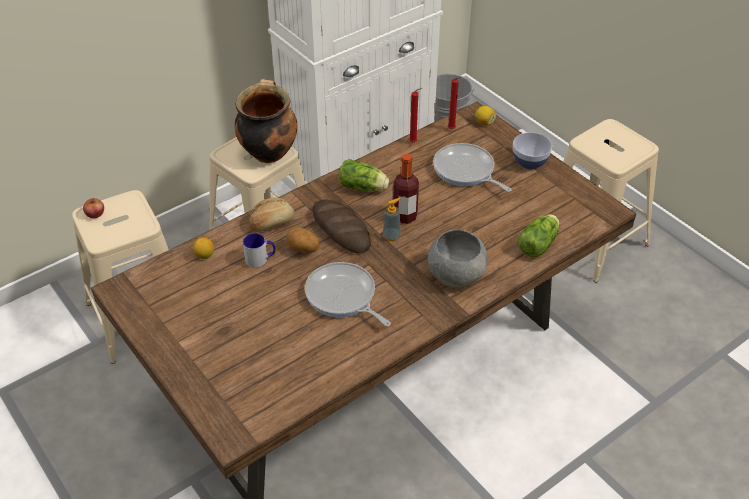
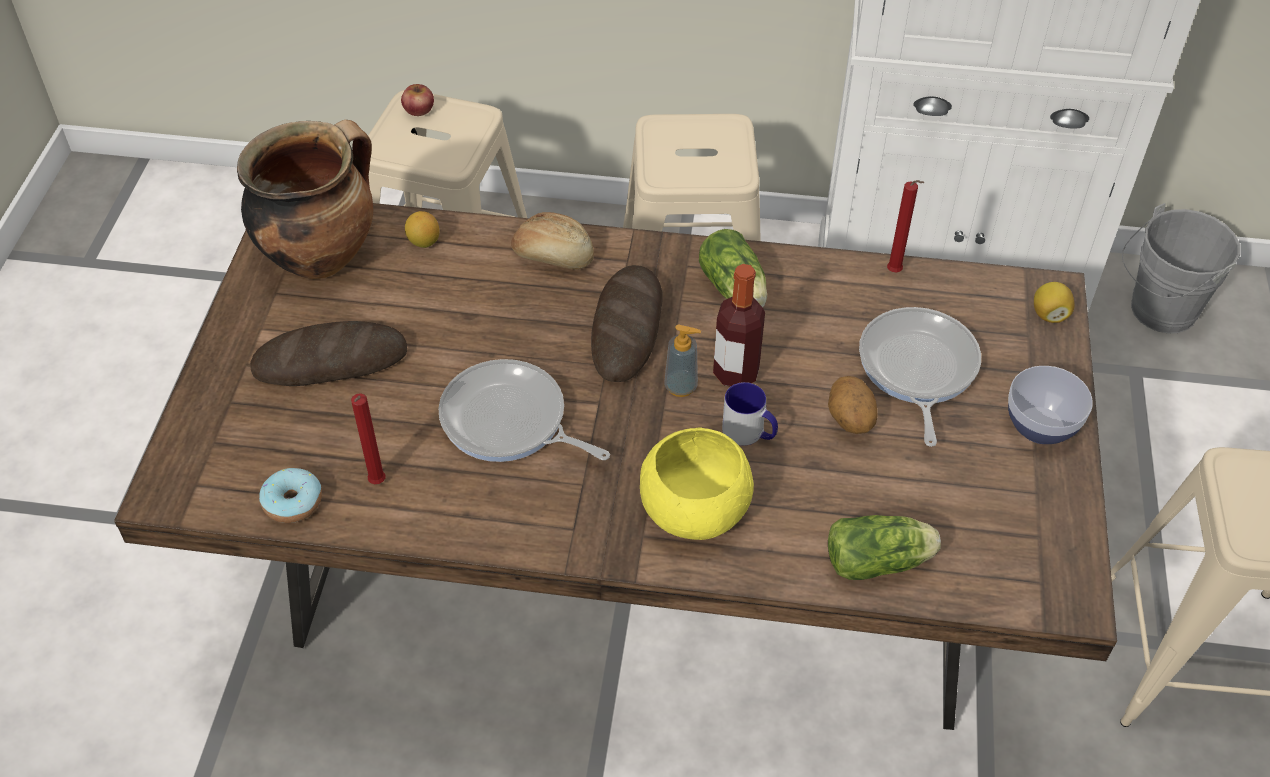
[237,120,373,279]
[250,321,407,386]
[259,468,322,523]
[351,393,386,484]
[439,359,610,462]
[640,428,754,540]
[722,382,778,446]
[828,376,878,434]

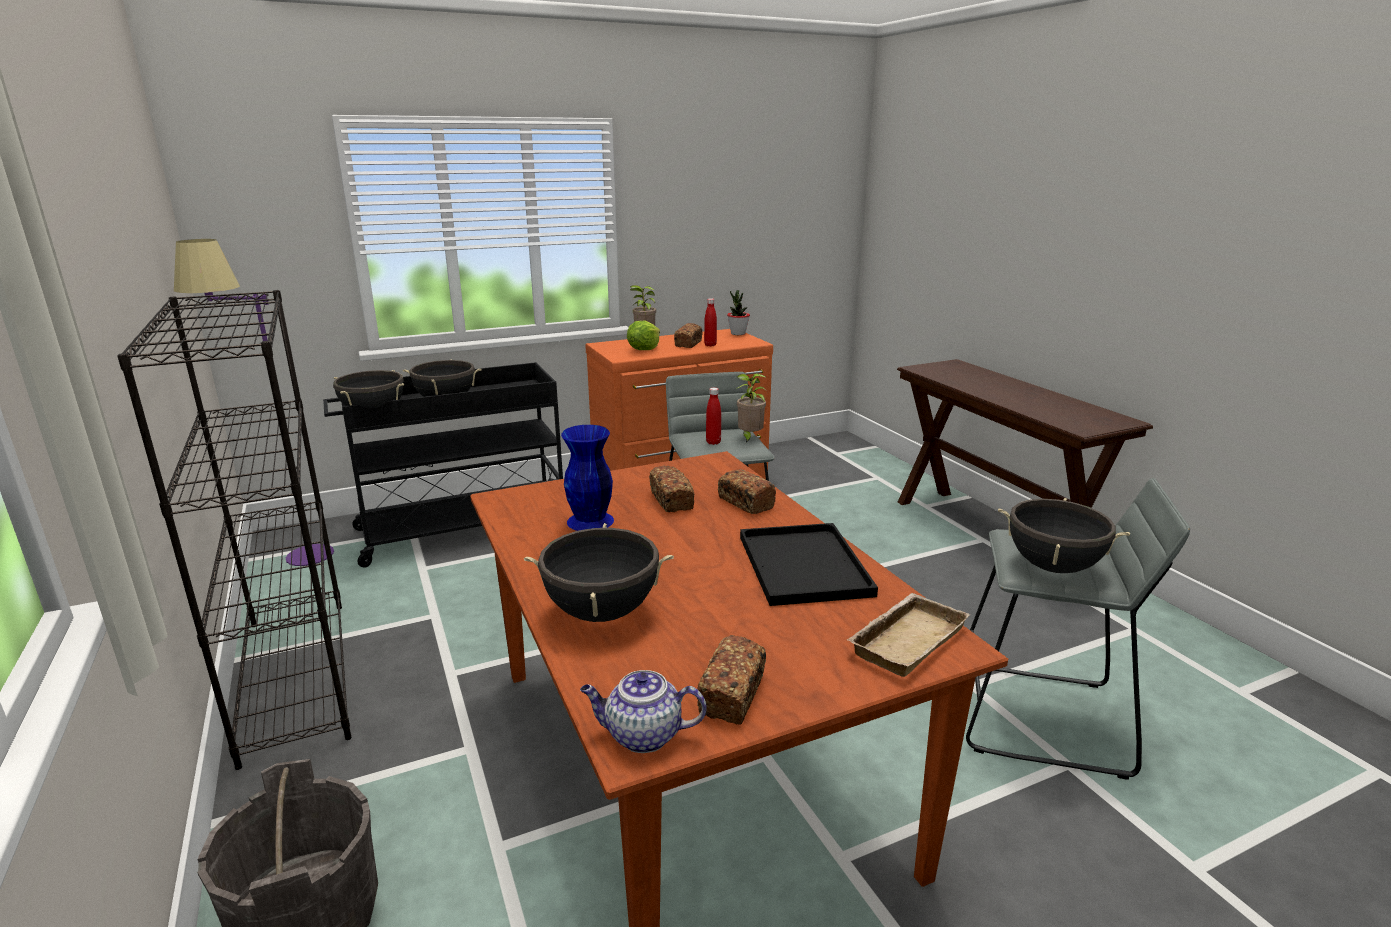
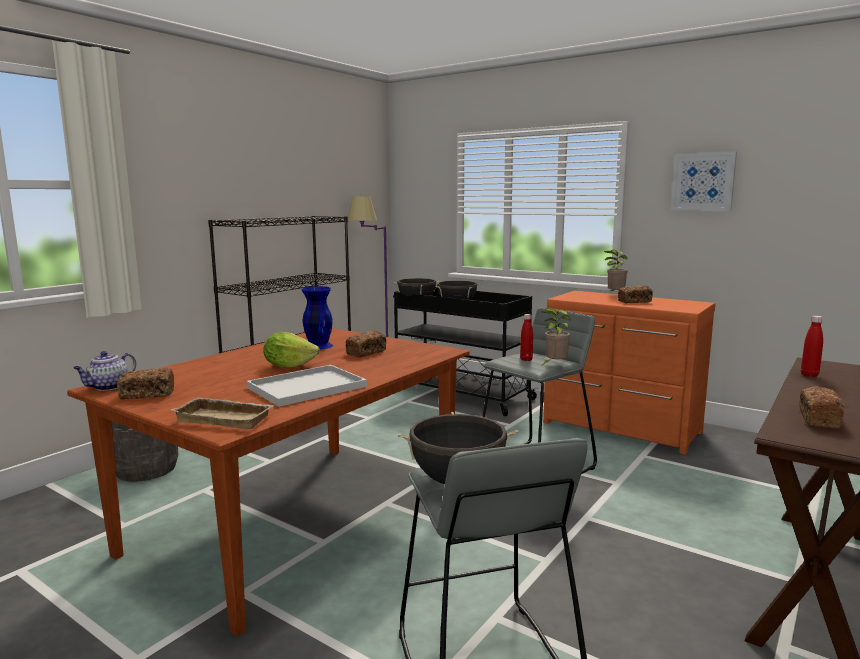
[73,351,136,391]
[247,365,367,407]
[263,332,320,368]
[671,151,737,211]
[799,386,845,429]
[801,316,823,377]
[524,523,674,622] (first image)
[727,290,750,335] (first image)

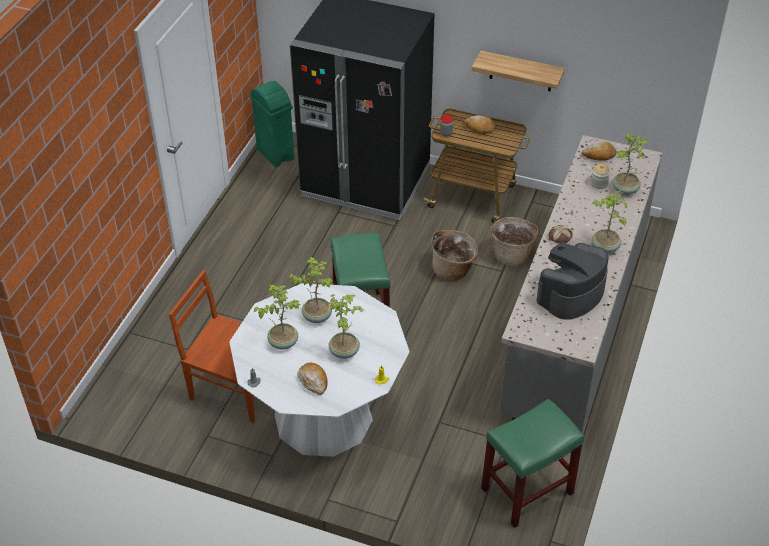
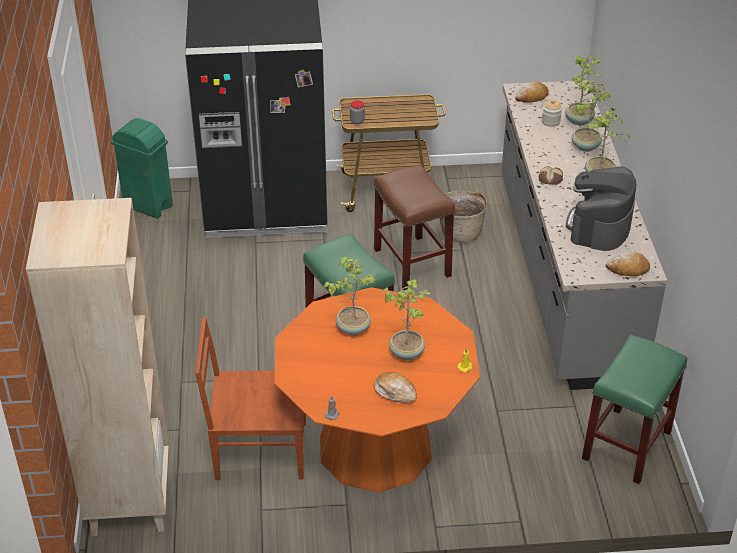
[26,198,169,536]
[275,287,480,492]
[374,165,455,290]
[572,81,610,152]
[606,252,650,276]
[472,51,565,91] (first image)

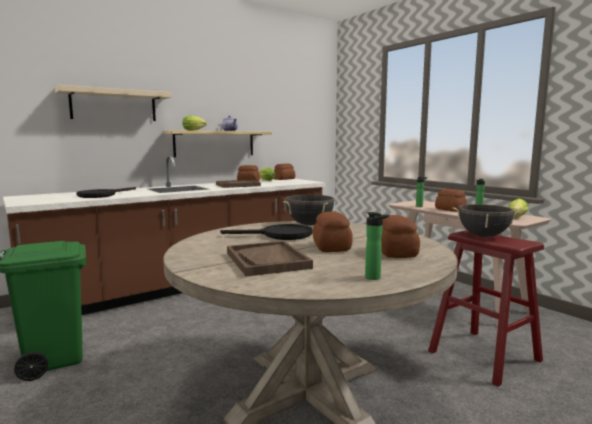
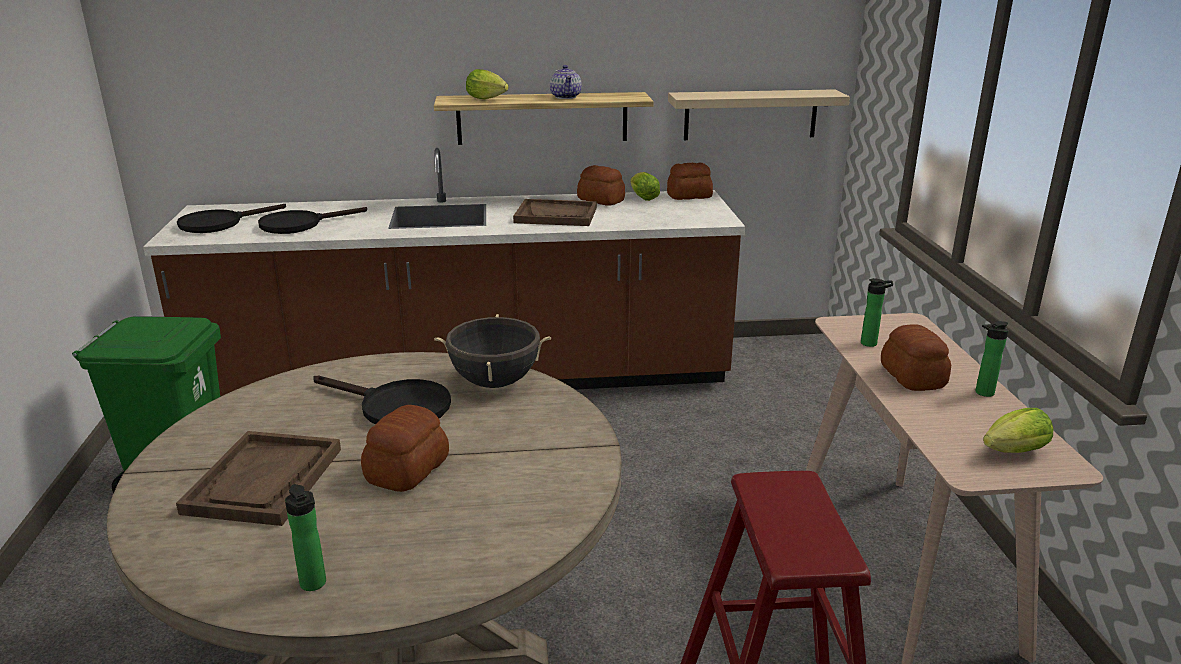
[177,204,286,233]
[668,89,850,140]
[381,215,420,258] (first image)
[452,204,522,237] (first image)

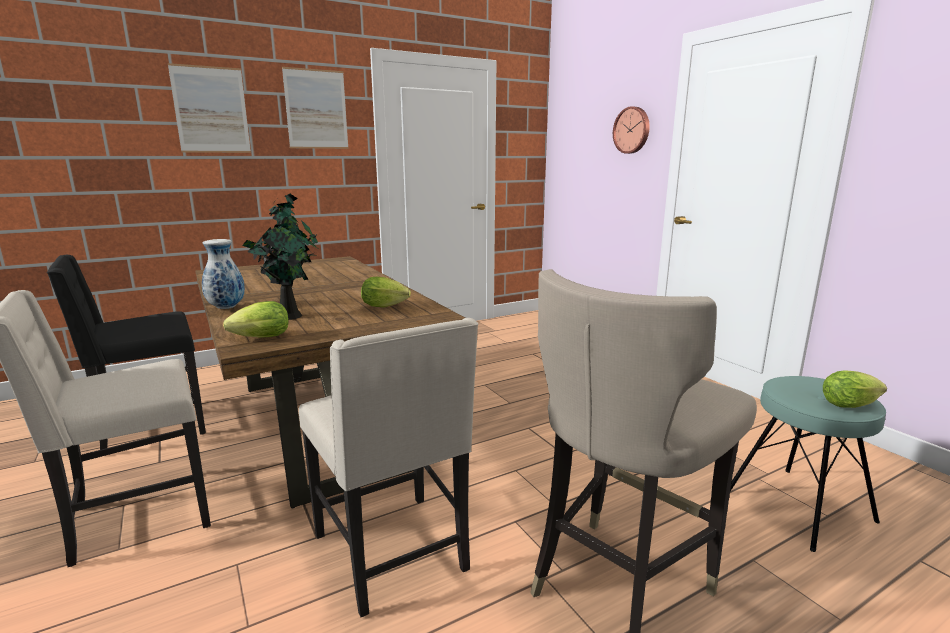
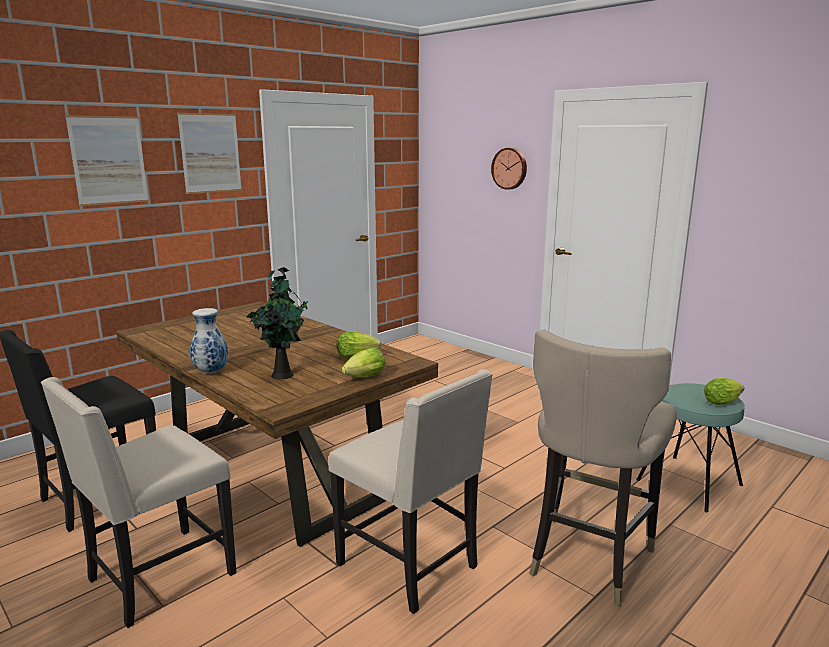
[342,347,386,377]

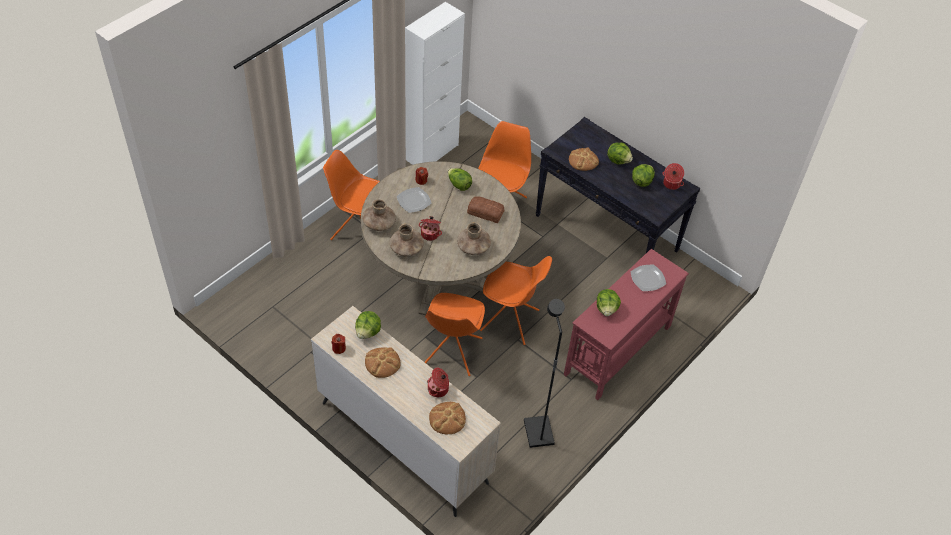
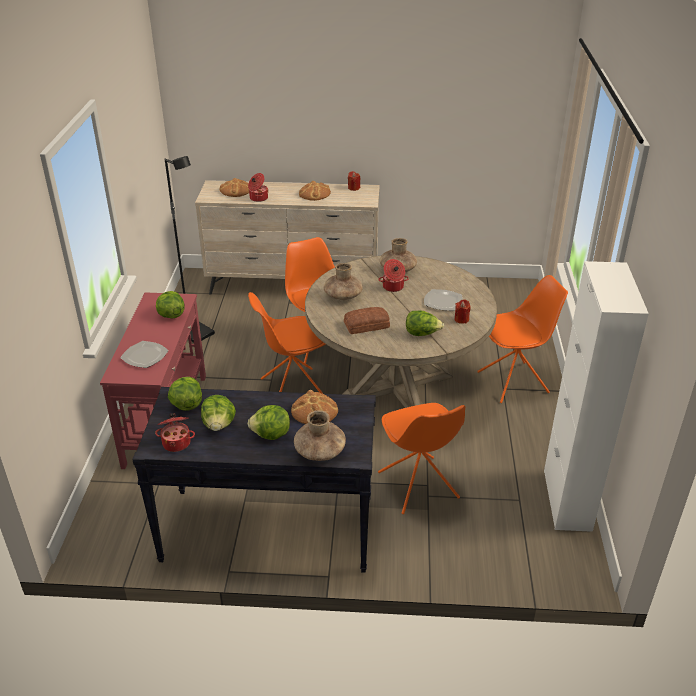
[168,377,202,411]
[294,410,346,461]

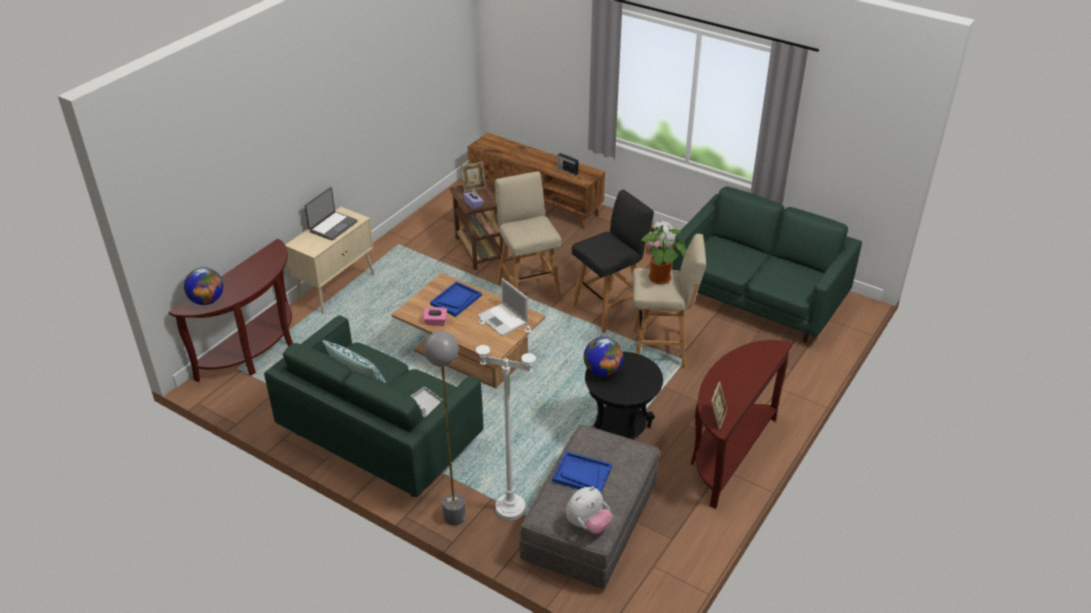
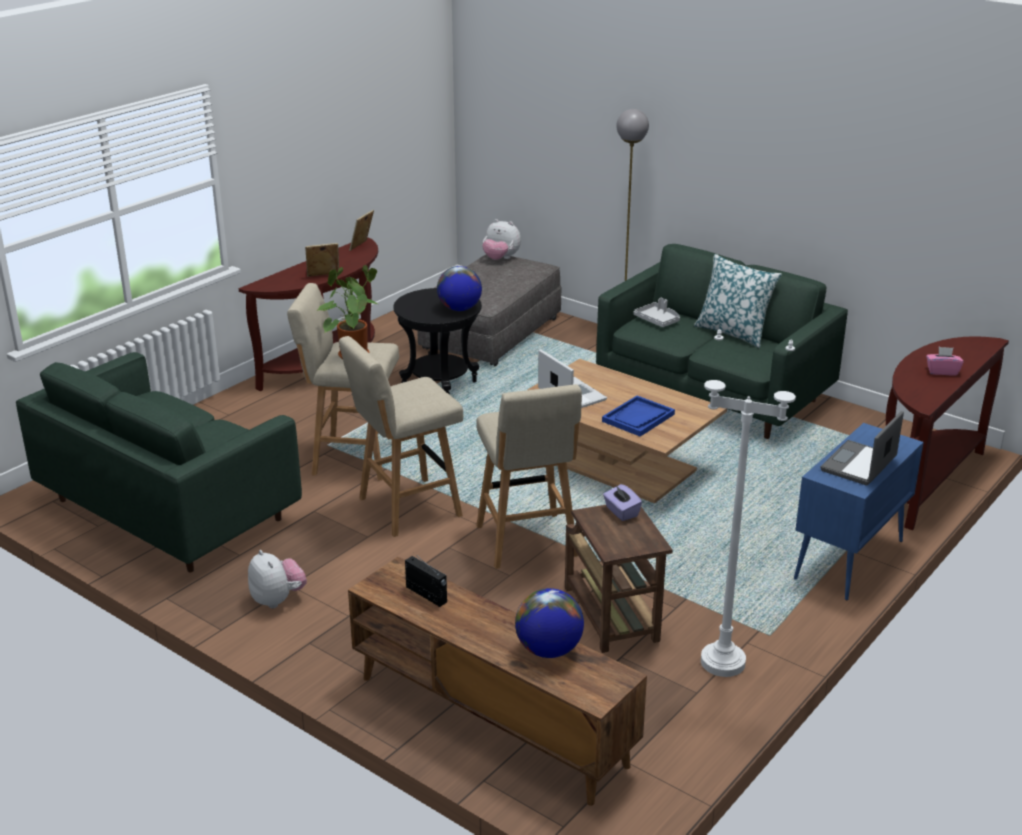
[305,243,339,277]
[339,336,463,537]
[482,219,521,260]
[515,588,584,658]
[701,329,796,677]
[794,423,924,600]
[926,347,964,376]
[552,451,612,493] (first image)

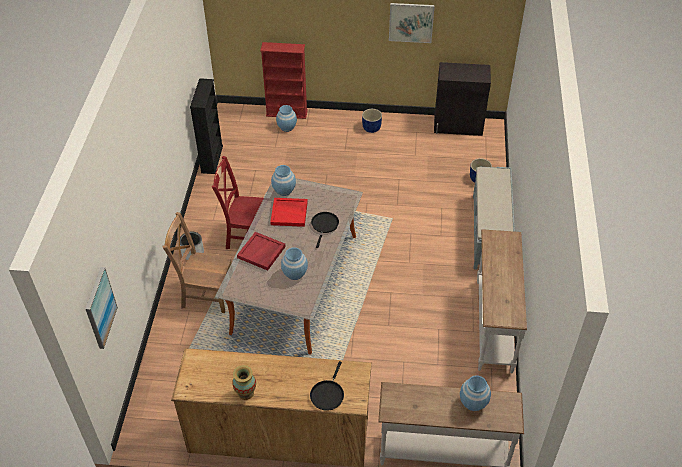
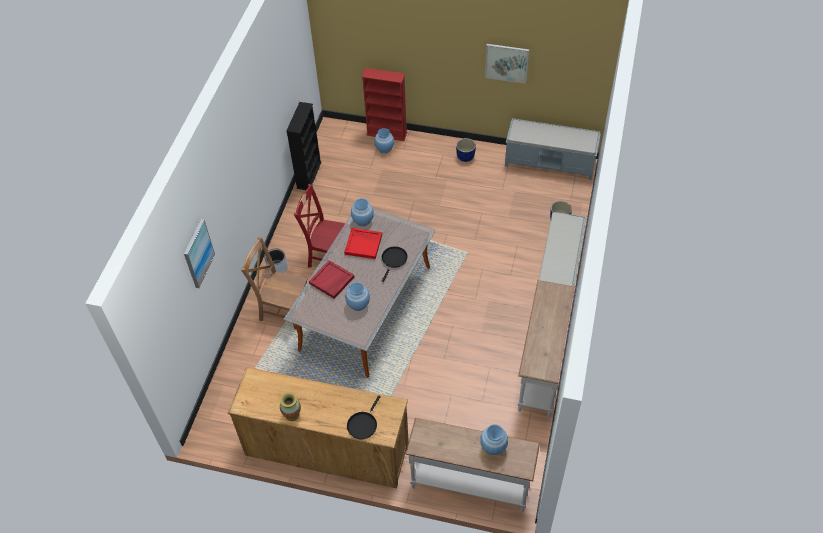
[184,219,215,288]
[505,118,601,180]

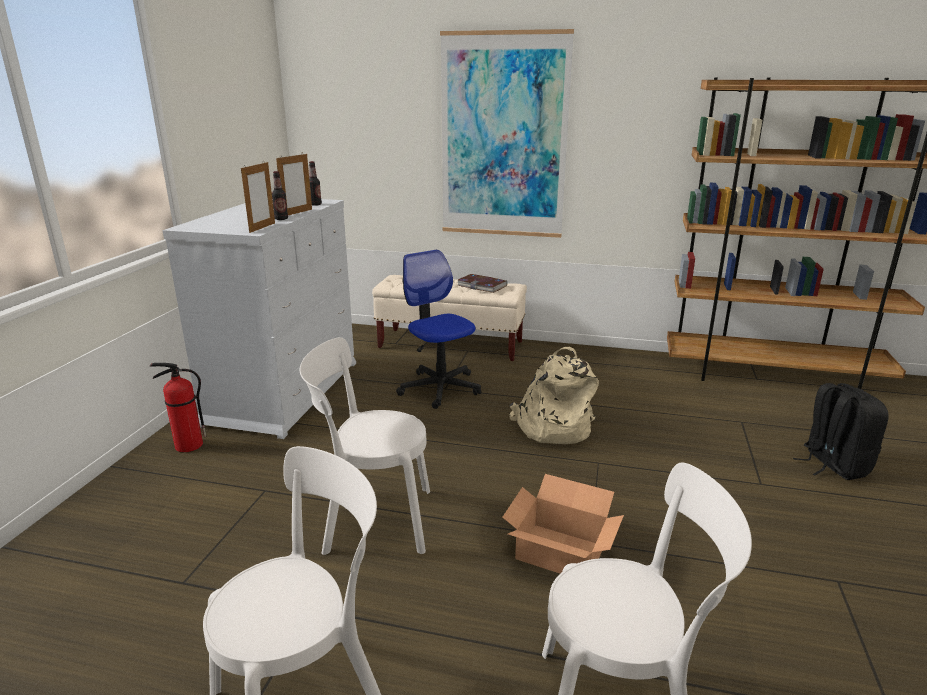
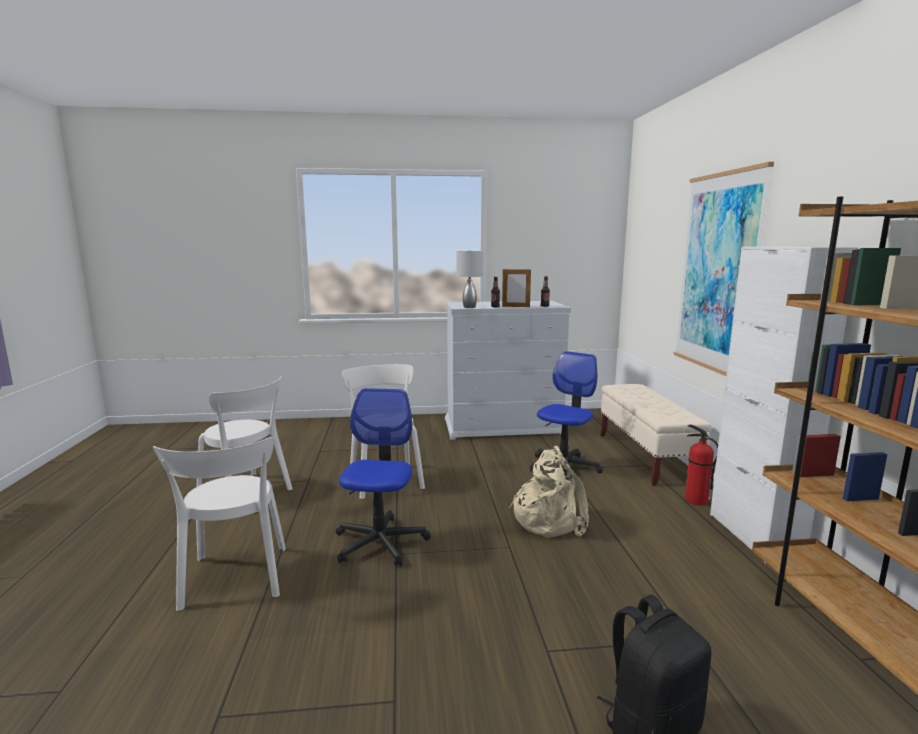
[336,388,431,566]
[457,250,483,308]
[685,424,718,506]
[710,247,858,563]
[457,274,507,293] (first image)

